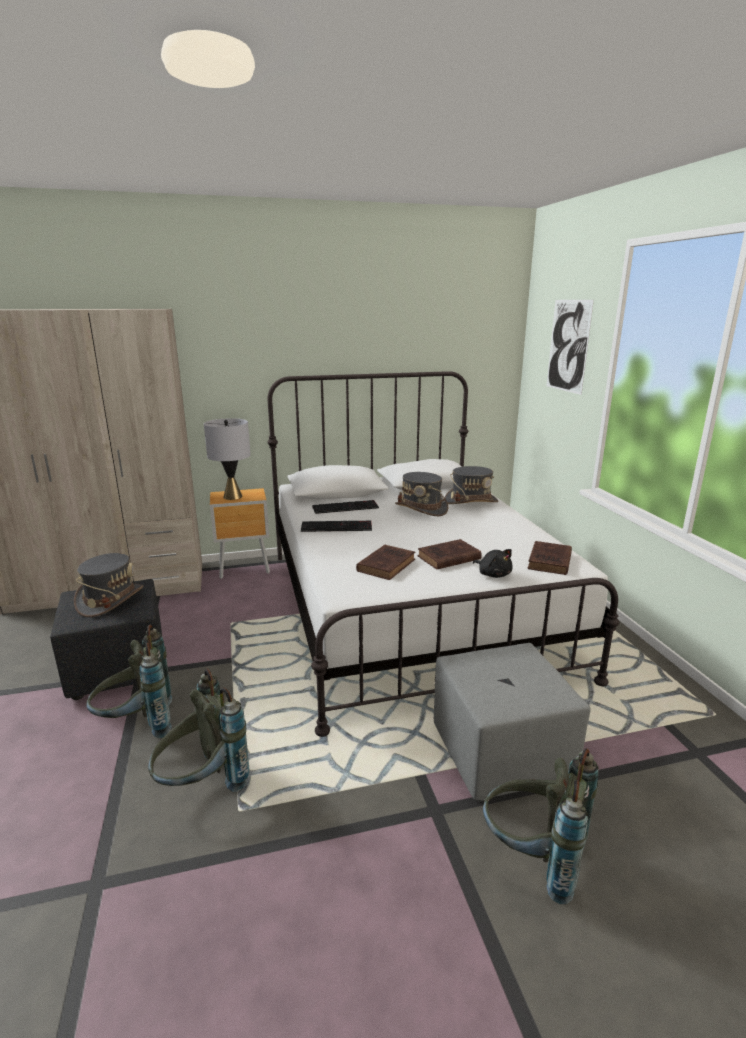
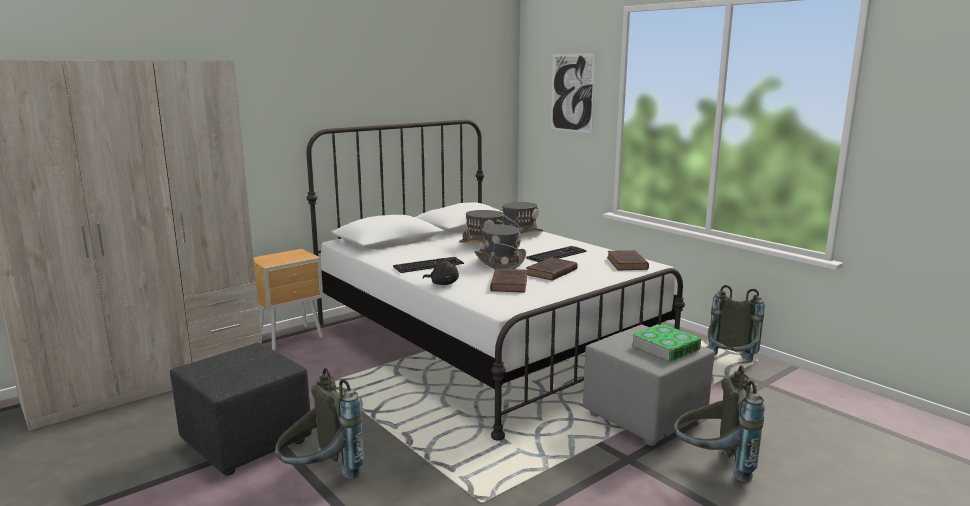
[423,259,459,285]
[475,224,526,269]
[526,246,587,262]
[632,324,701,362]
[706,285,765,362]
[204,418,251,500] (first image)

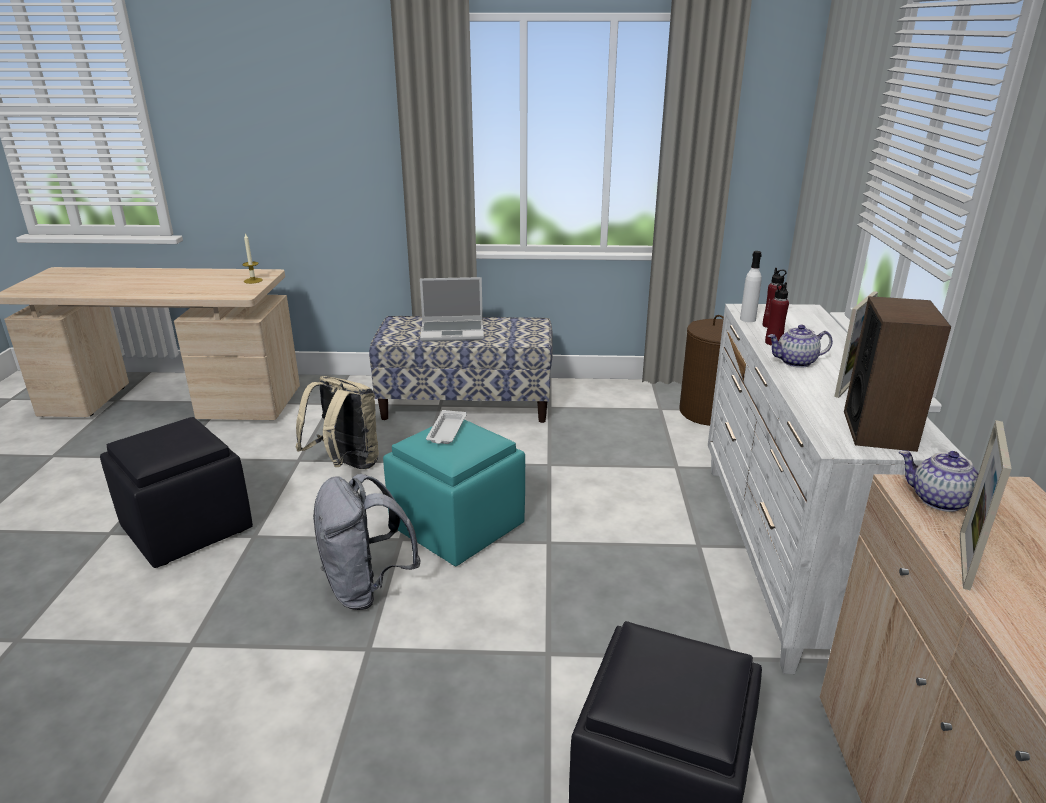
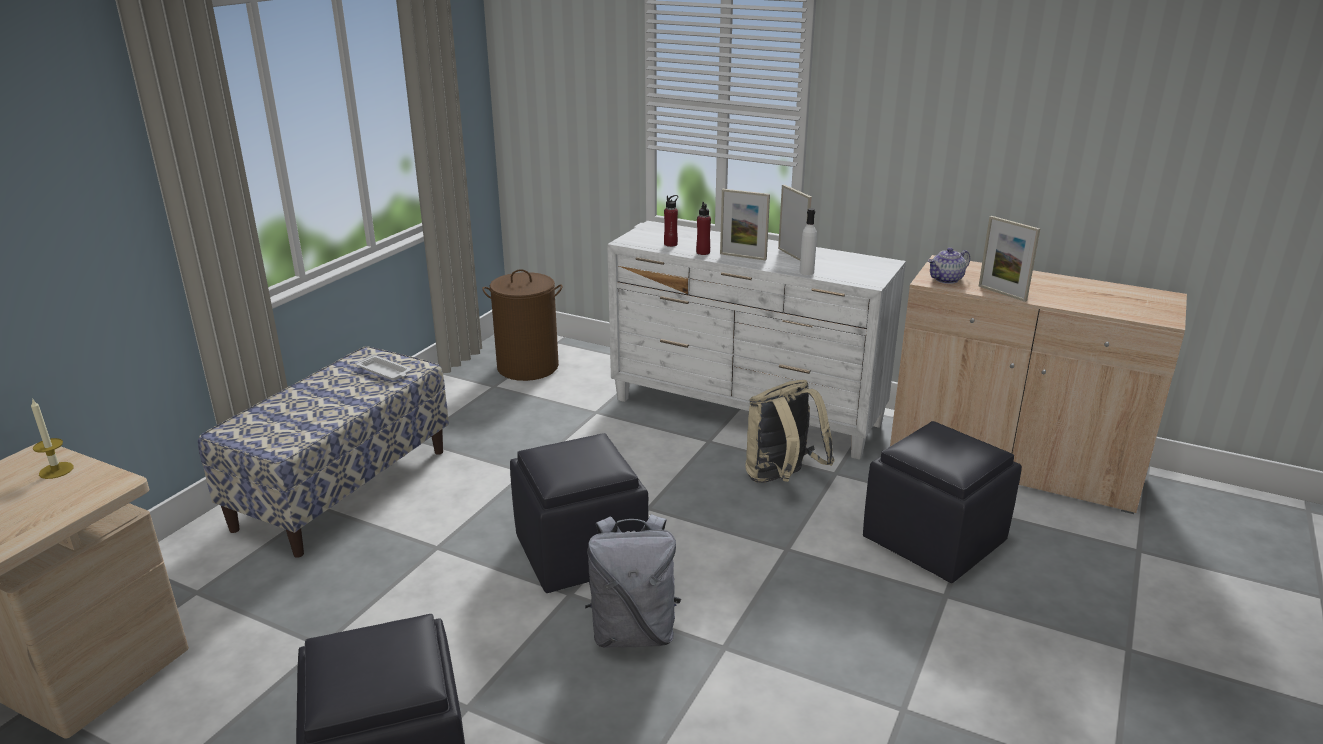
[355,354,412,381]
[510,433,649,593]
[720,189,770,261]
[745,380,835,483]
[799,208,817,275]
[420,277,484,342] (first image)
[844,296,951,452] (first image)

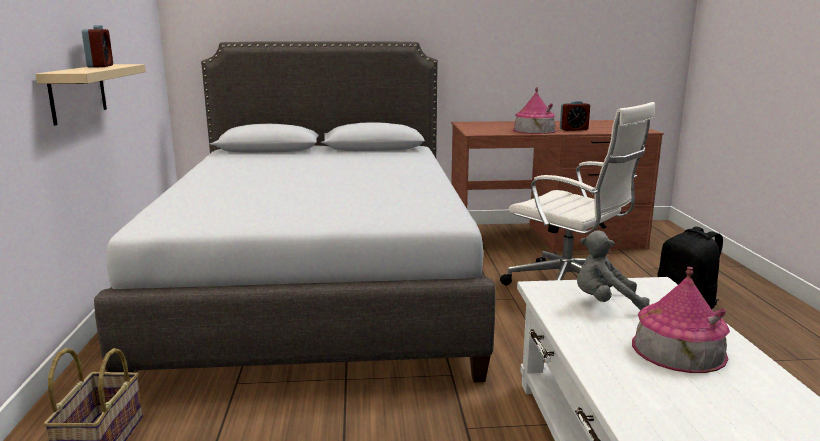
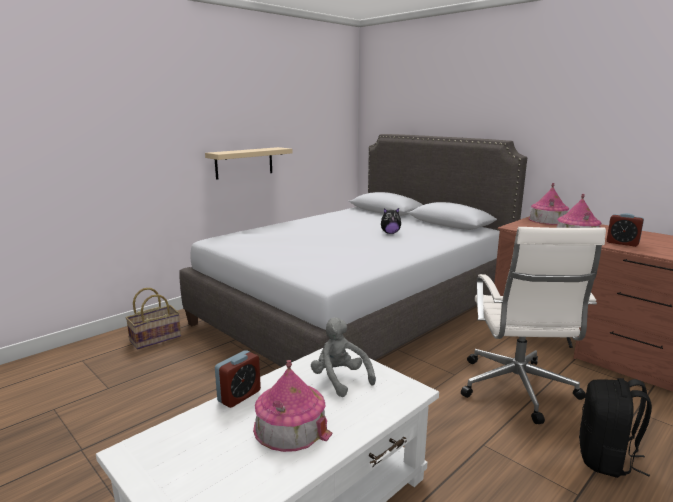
[215,350,261,408]
[381,208,401,234]
[528,183,569,225]

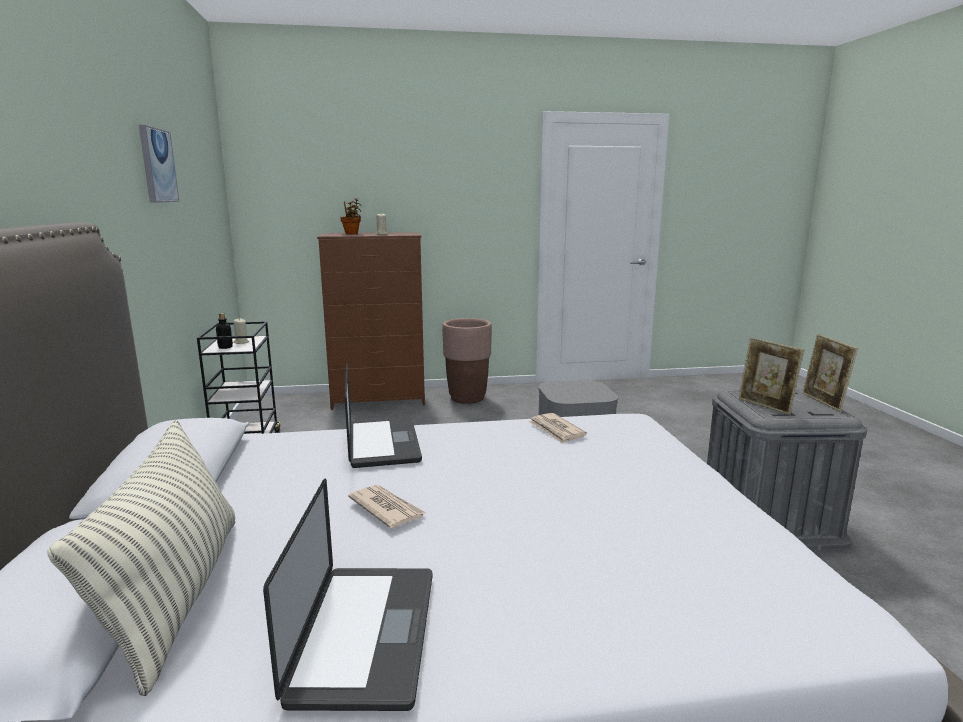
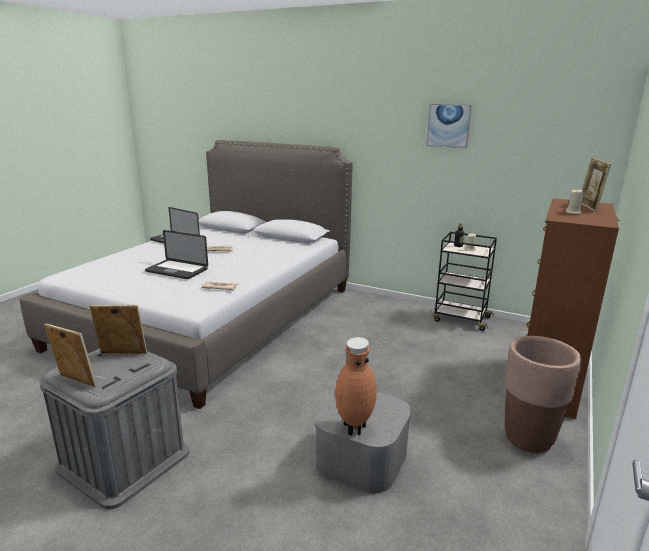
[145,230,208,279]
[335,337,377,436]
[581,158,611,212]
[47,420,235,696] (first image)

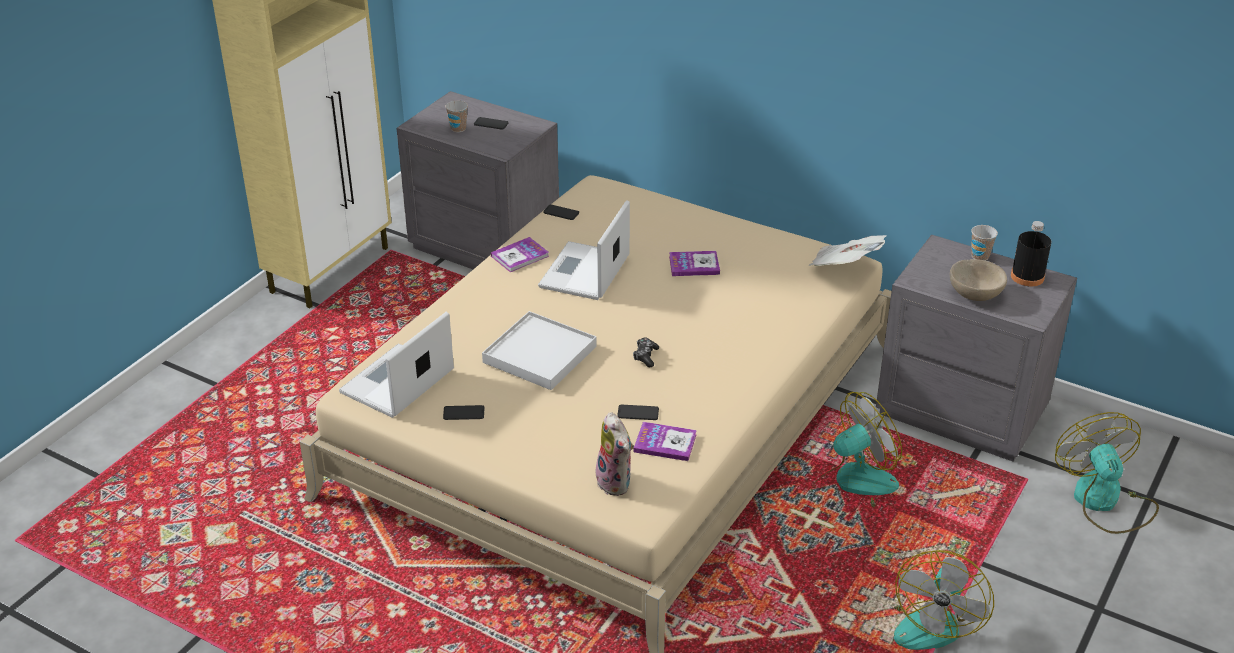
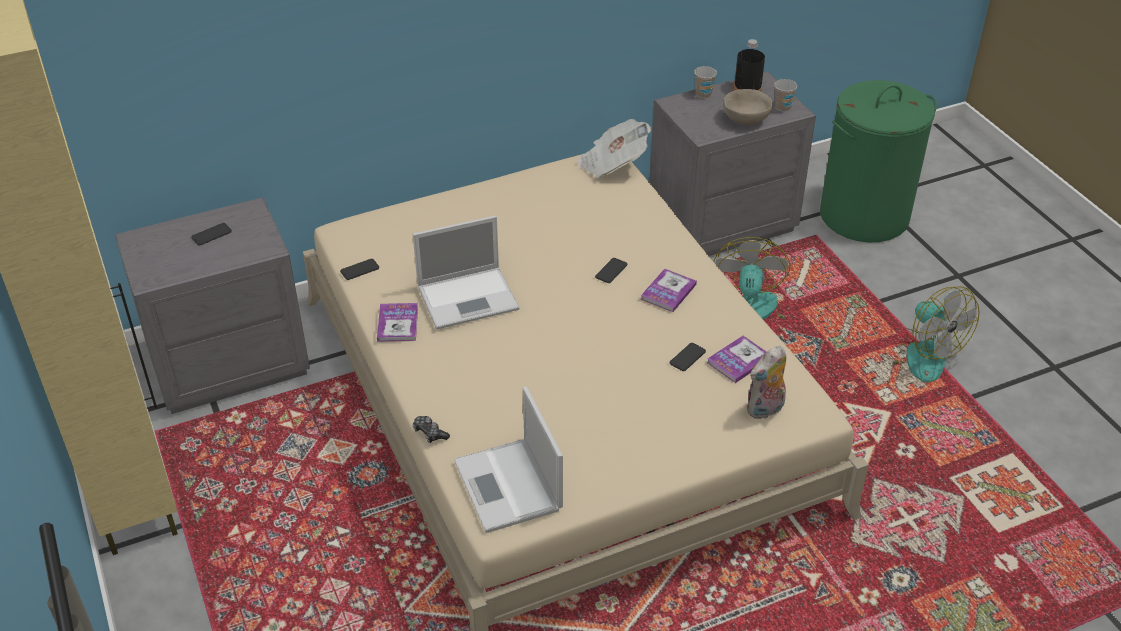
[413,215,520,329]
[413,416,450,443]
[595,258,627,283]
[641,268,697,312]
[747,346,790,419]
[774,79,797,112]
[820,80,937,242]
[482,311,597,390] (first image)

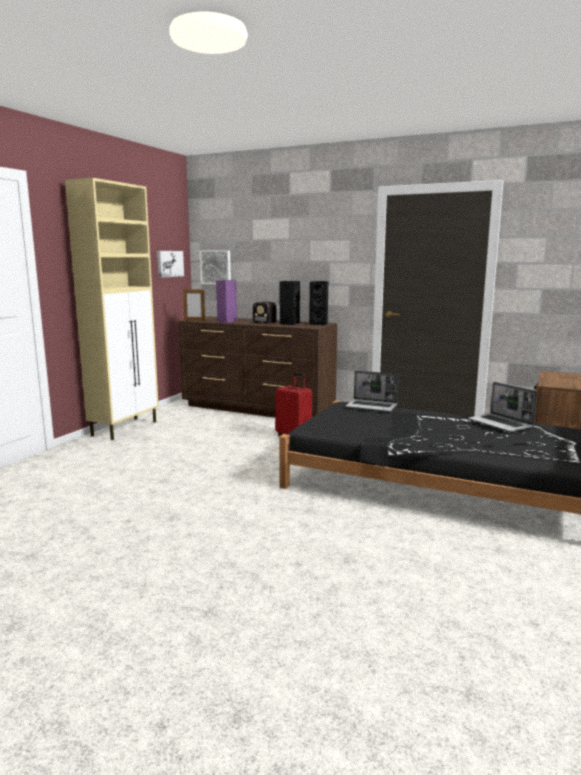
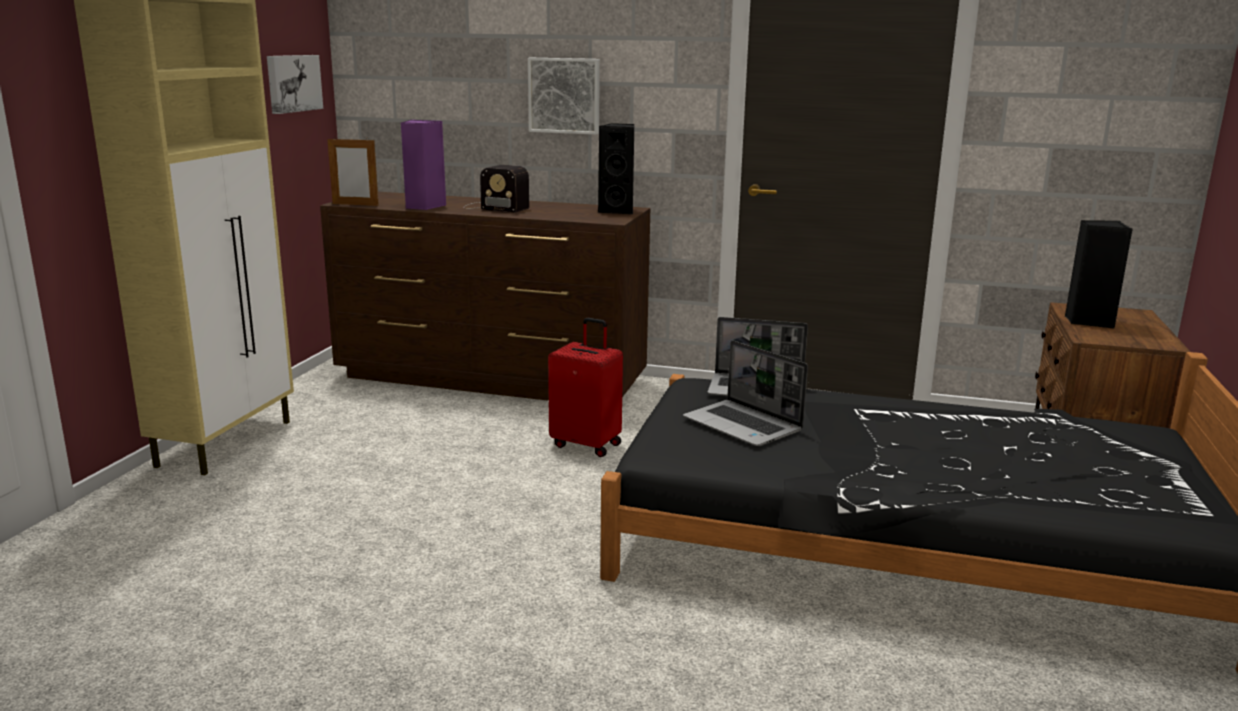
[528,58,600,135]
[683,340,808,446]
[1065,220,1133,328]

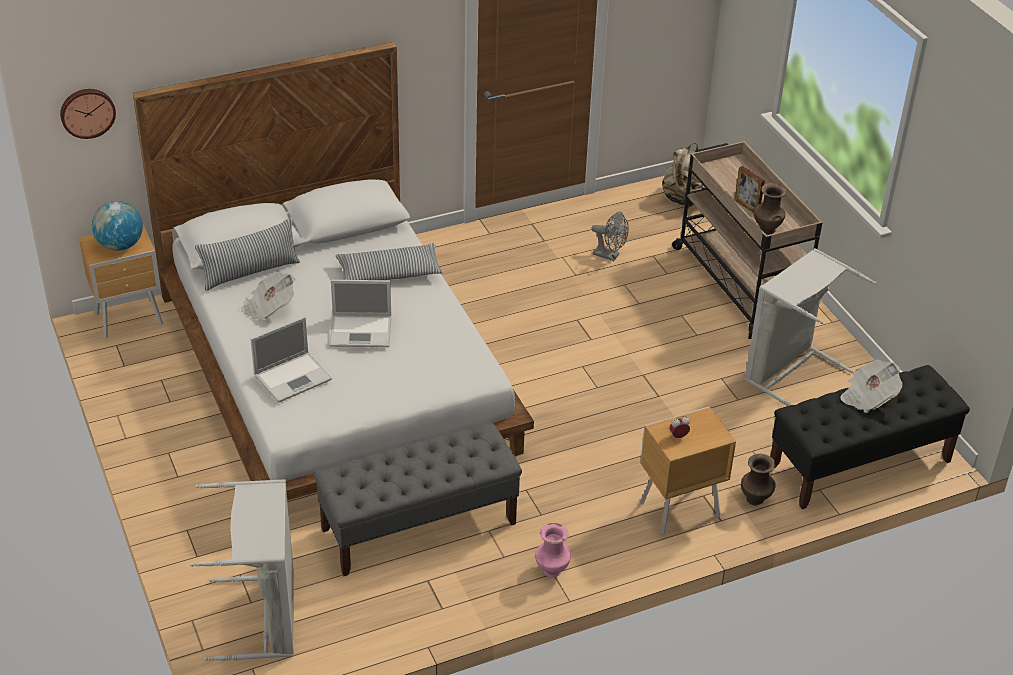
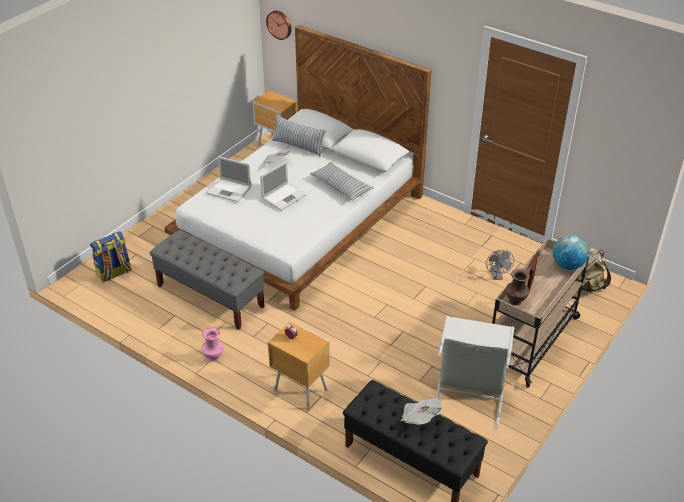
[90,231,132,283]
[260,161,307,211]
[553,235,589,270]
[741,454,776,506] (first image)

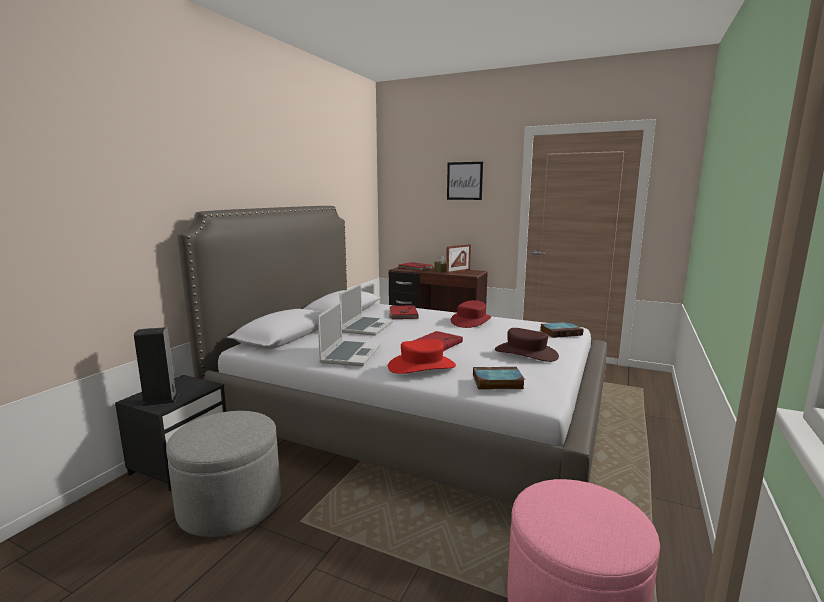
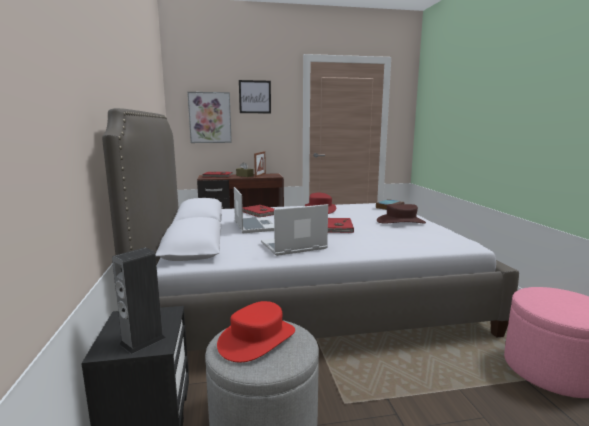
[187,92,232,143]
[217,301,295,363]
[261,204,328,256]
[473,367,525,389] (first image)

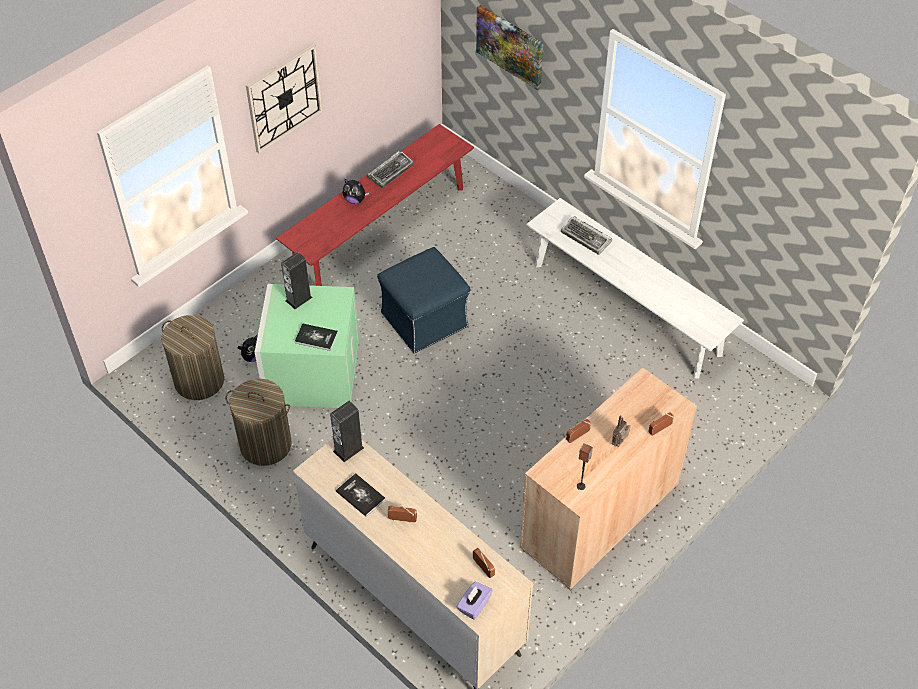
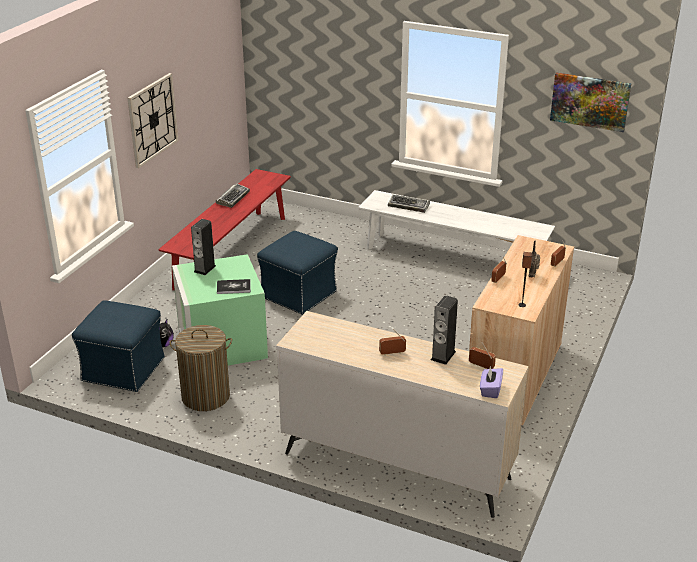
[72,300,165,392]
[431,295,458,365]
[550,72,631,132]
[336,473,386,517] (first image)
[343,179,369,204] (first image)

